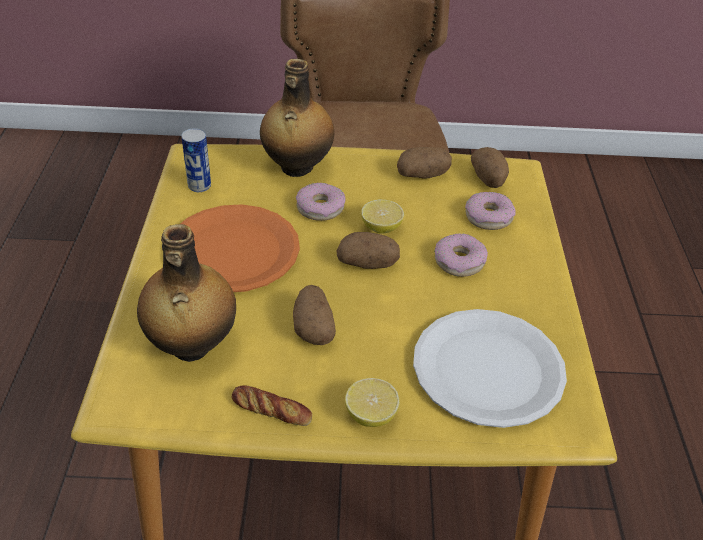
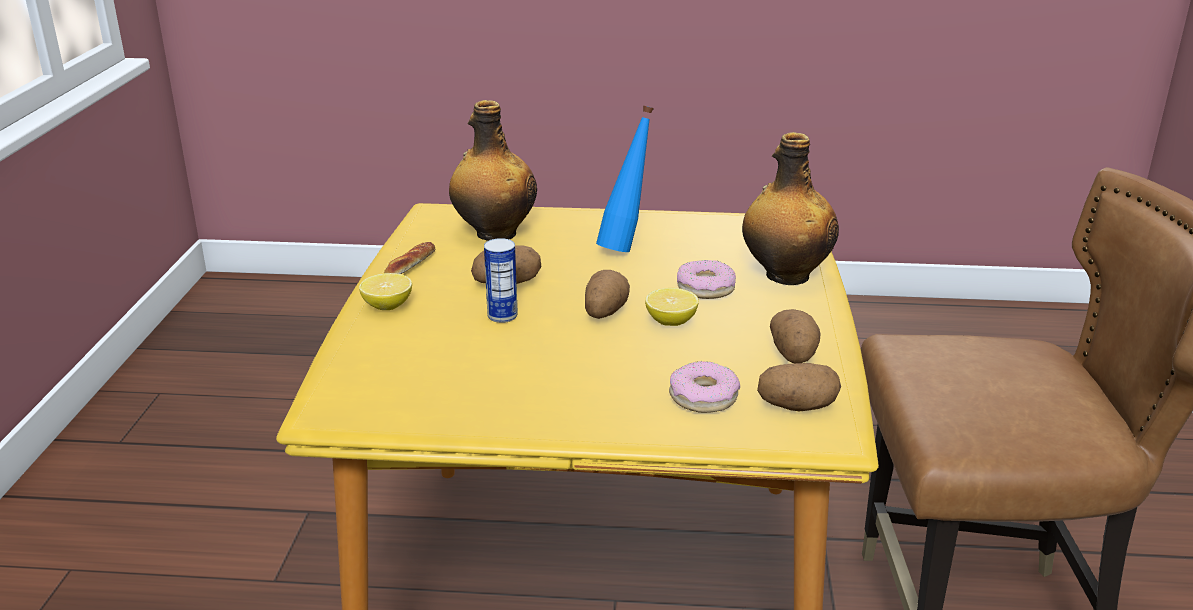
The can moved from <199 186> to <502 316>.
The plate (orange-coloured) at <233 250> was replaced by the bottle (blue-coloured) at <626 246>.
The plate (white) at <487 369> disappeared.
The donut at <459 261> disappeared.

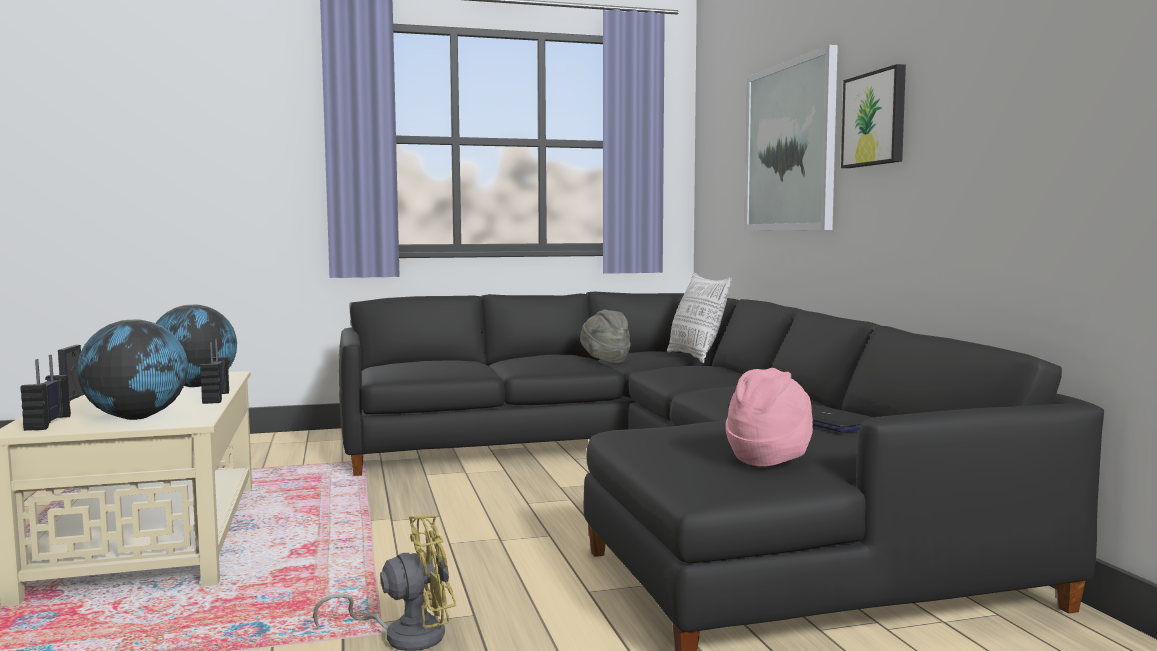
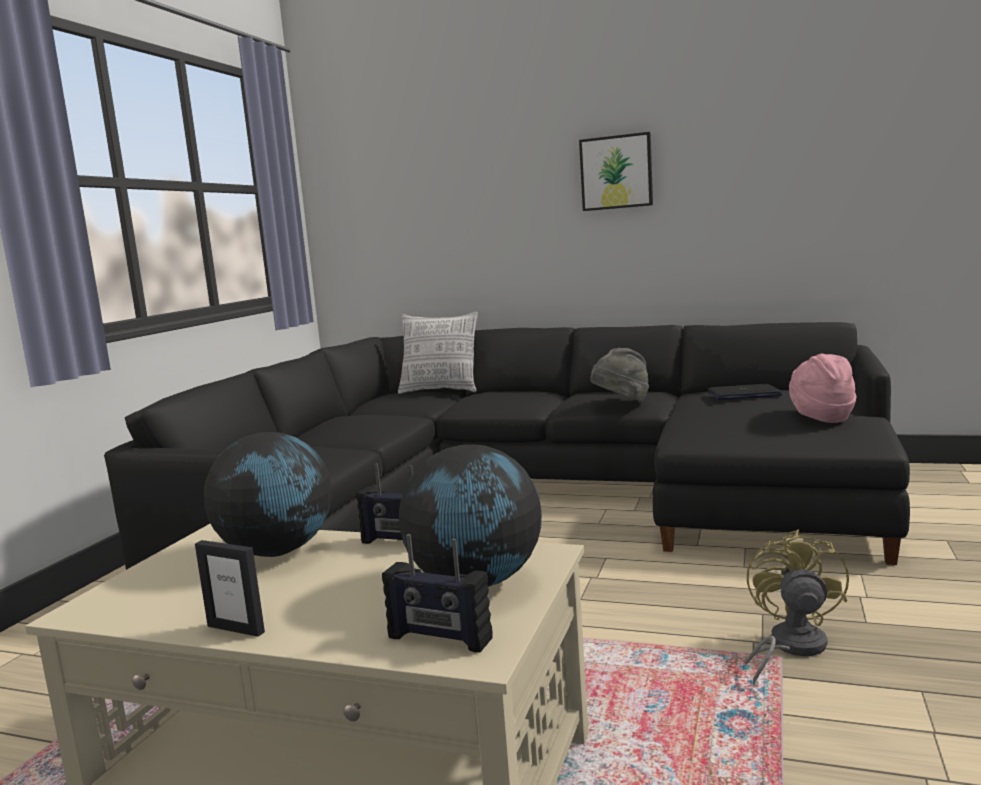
The clothing hat (gray) moved from <605 360> to <621 403>.
The wall art at <789 147> disappeared.

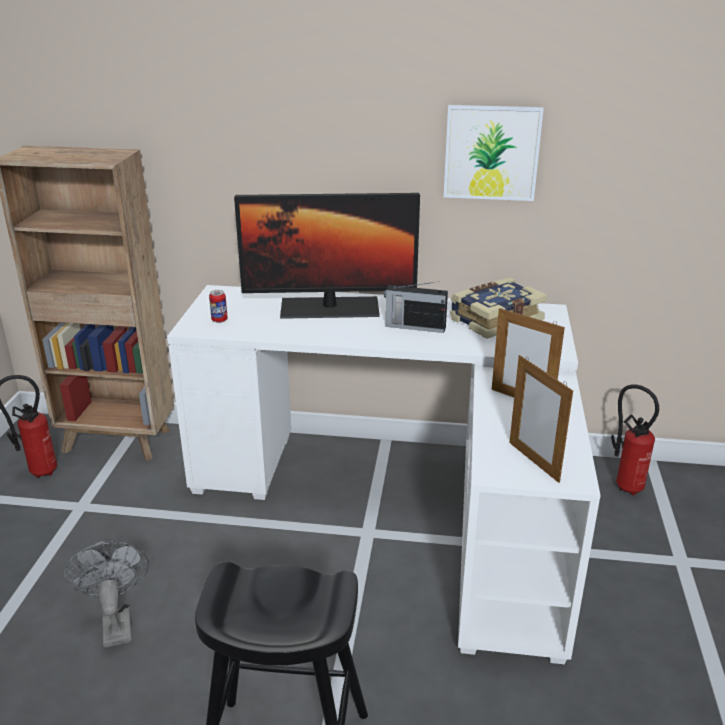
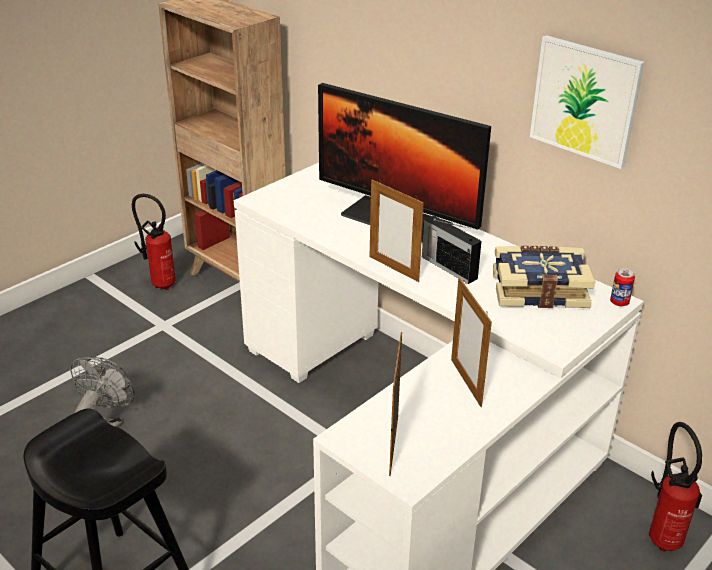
The can moved from <219 320> to <619 302>.
The standing frame at <393 269> appeared.

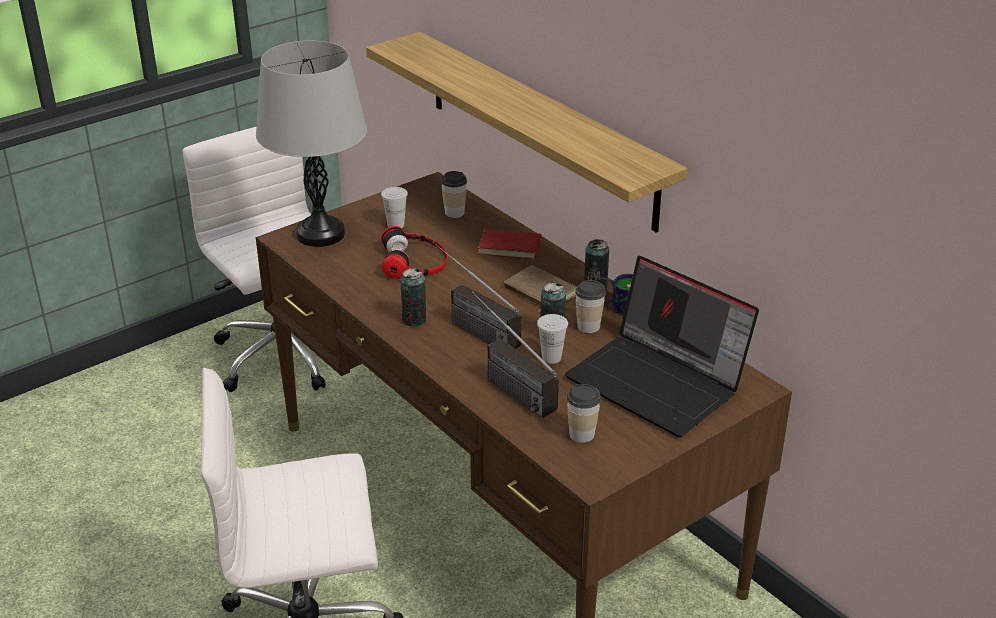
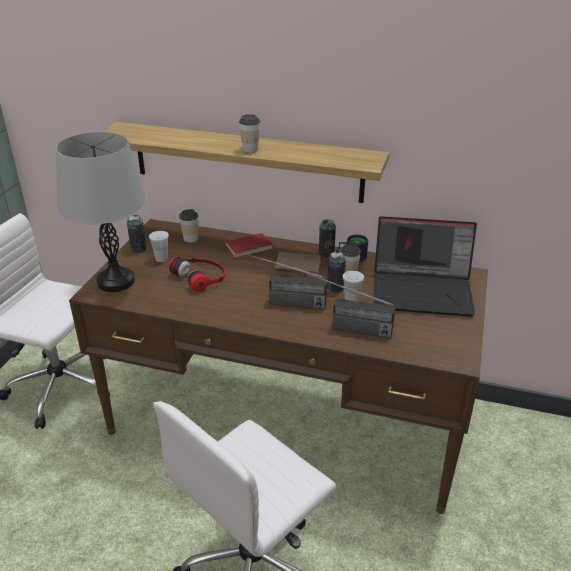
The can moved from <414 320> to <138 249>.
The small cup moved from <582 434> to <250 149>.

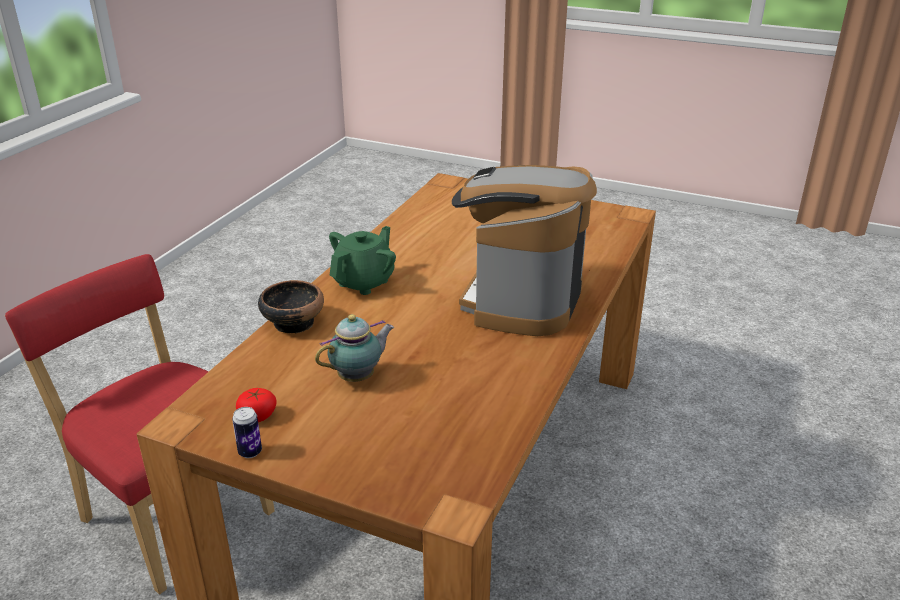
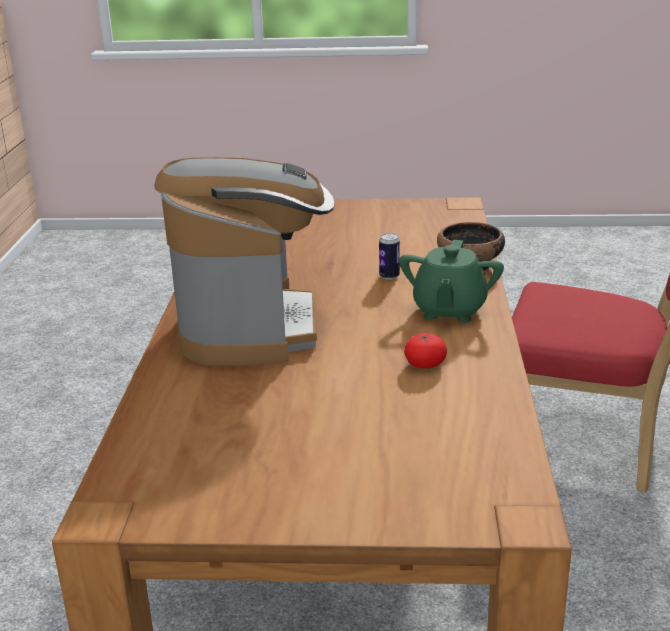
The can moved from <250 452> to <389 276>.
The whole tomato moved from <257 415> to <425 364>.
The pot for tea at <359 377> disappeared.

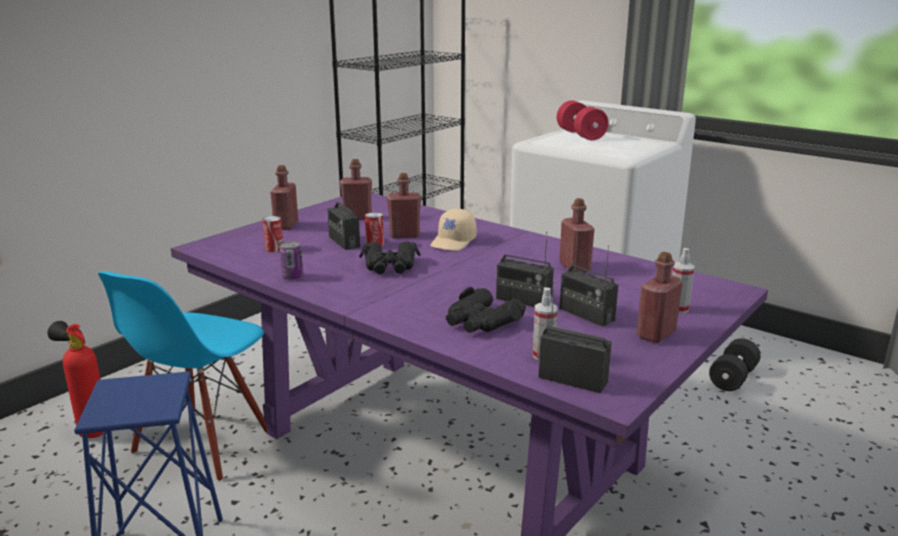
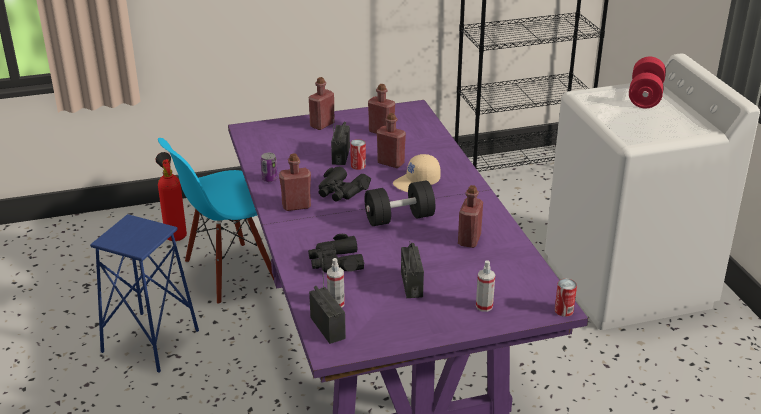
The can moved from <274 249> to <564 310>.
The radio at <523 300> disappeared.
The bottle (red) moved from <656 334> to <296 206>.
The hand weight (blackish) moved from <732 378> to <399 218>.

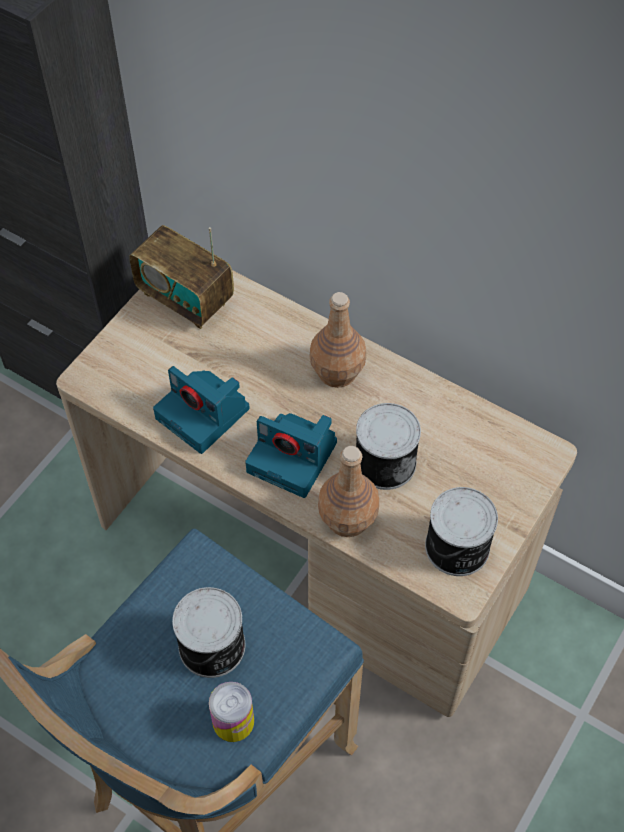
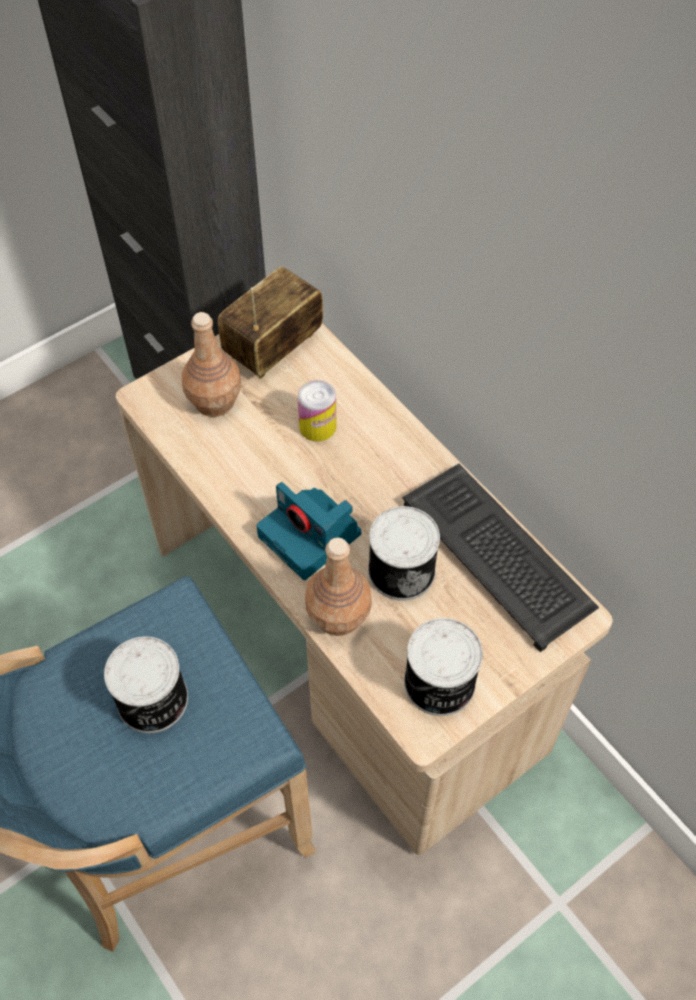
The radio at <185 298> turned 75 degrees clockwise.
The still camera at <204 414> disappeared.
The can moved from <233 721> to <317 426>.
The bottle (brownish) moved from <337 371> to <215 400>.
The keyboard at <500 556> appeared.

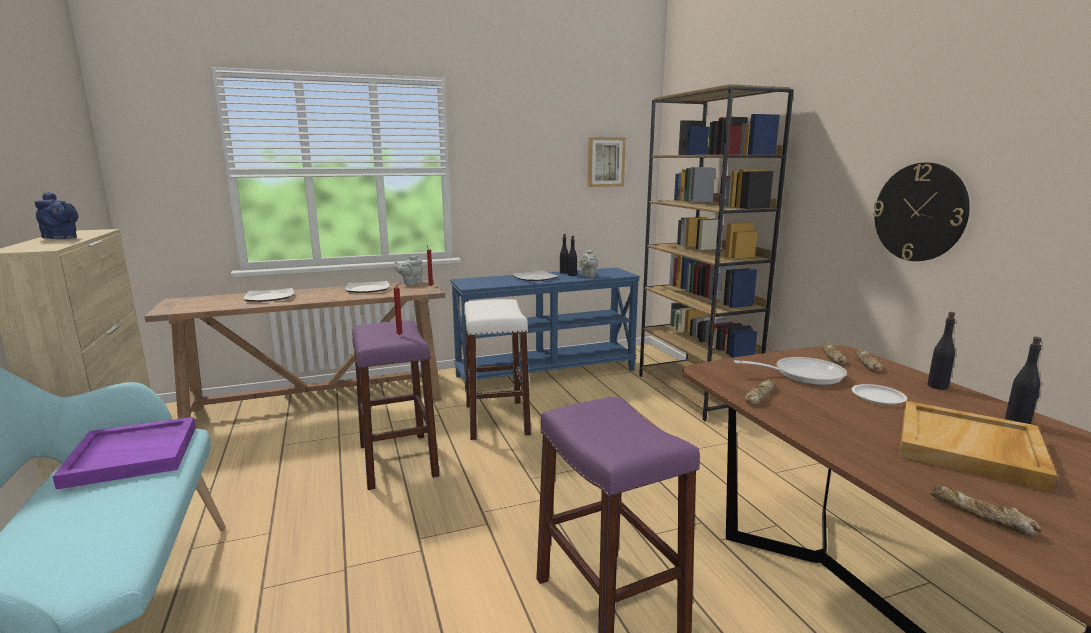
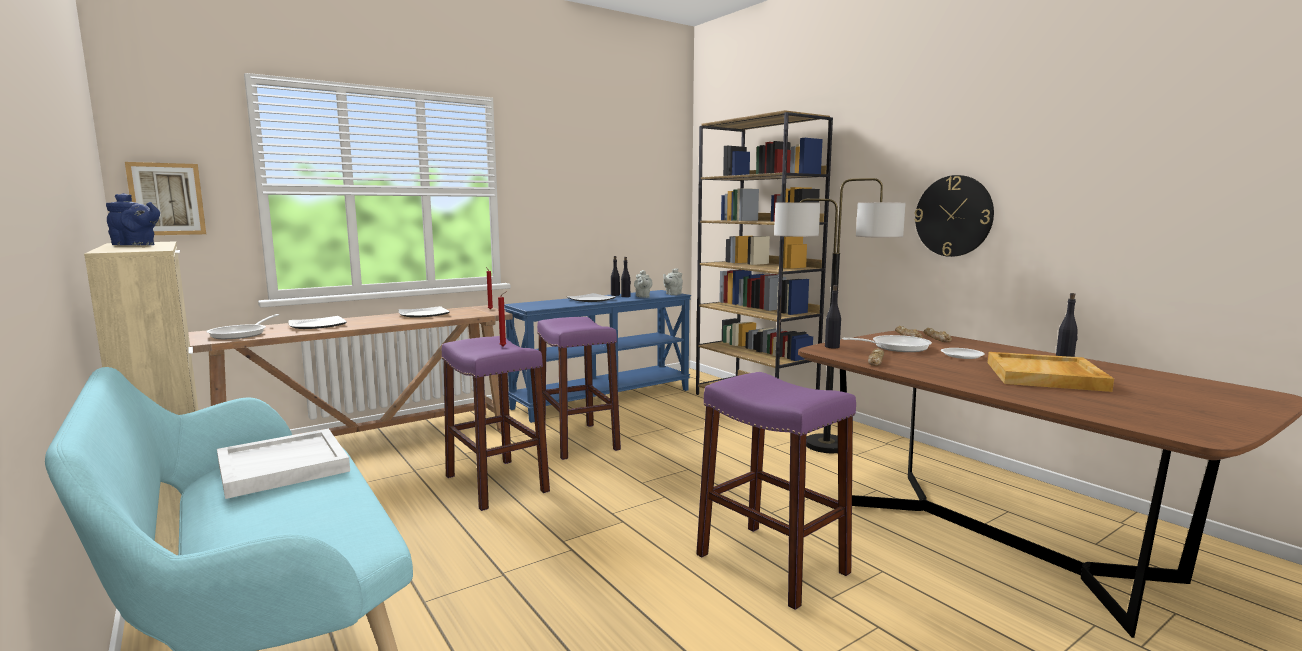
The carrying tray (purple-coloured) at <134 454> became the carrying tray (white) at <284 466>.
The pot for tea (gray) moved from <411 283> to <672 294>.
The stool seat (white) at <496 420> became the stool seat (purple-coloured) at <578 441>.
The wall art moved from <605 162> to <167 199>.
The bottle (blackish) moved from <937 386> to <832 347>.
The bread at <982 516> disappeared.
The pan at <242 334> appeared.
The floor lamp at <826 445> appeared.

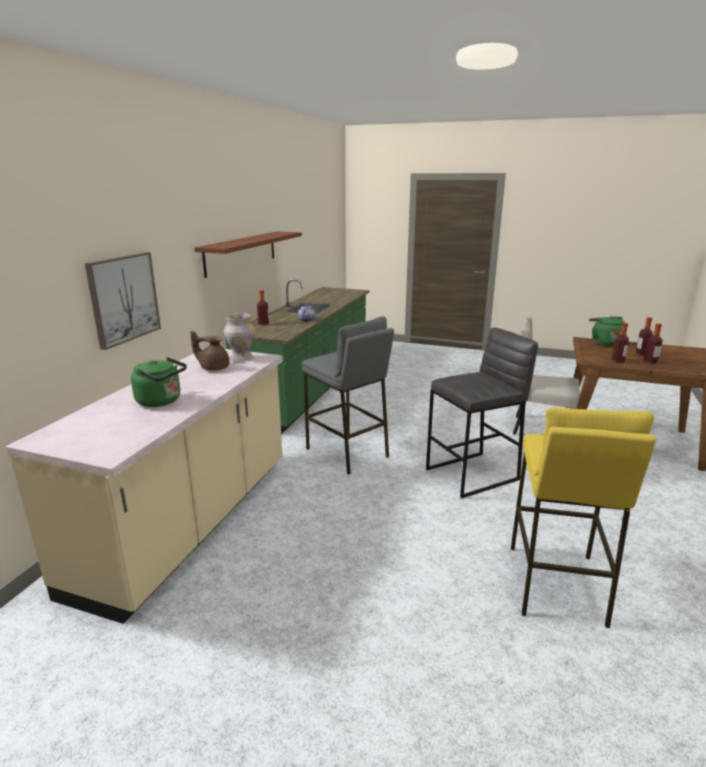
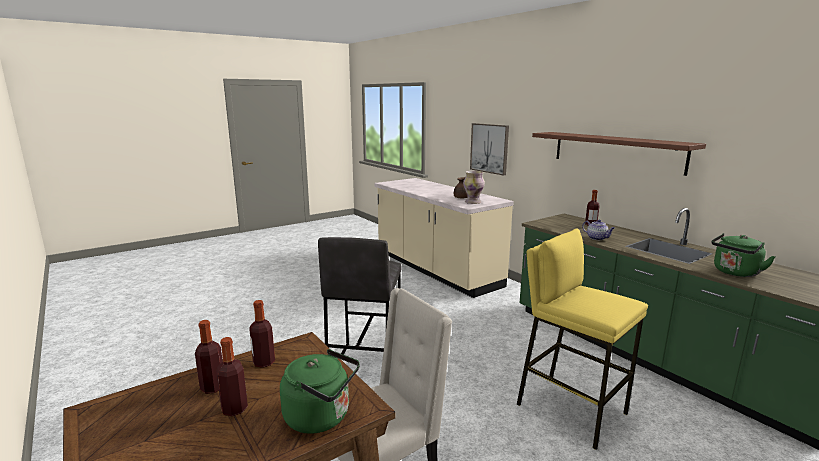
The water kettle (green-coloured) moved from <161 401> to <735 273>.
The stool seat (gray) at <347 453> disappeared.
The stool seat (yellowish) moved from <556 584> to <570 409>.

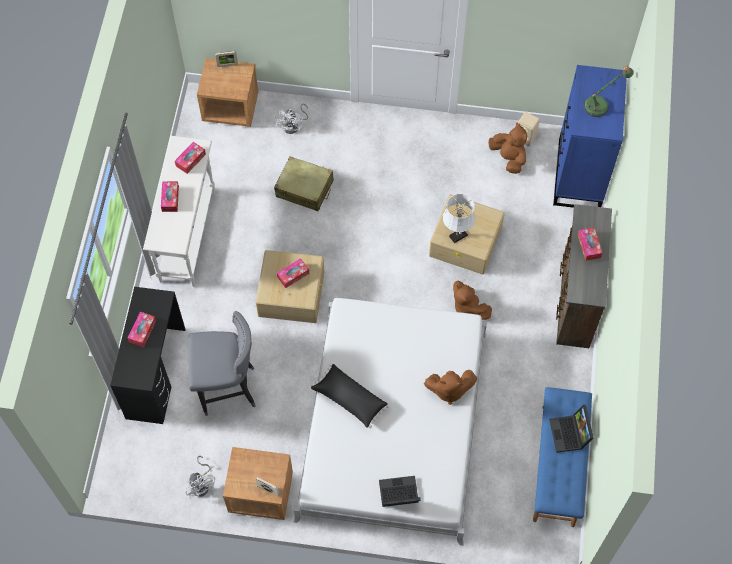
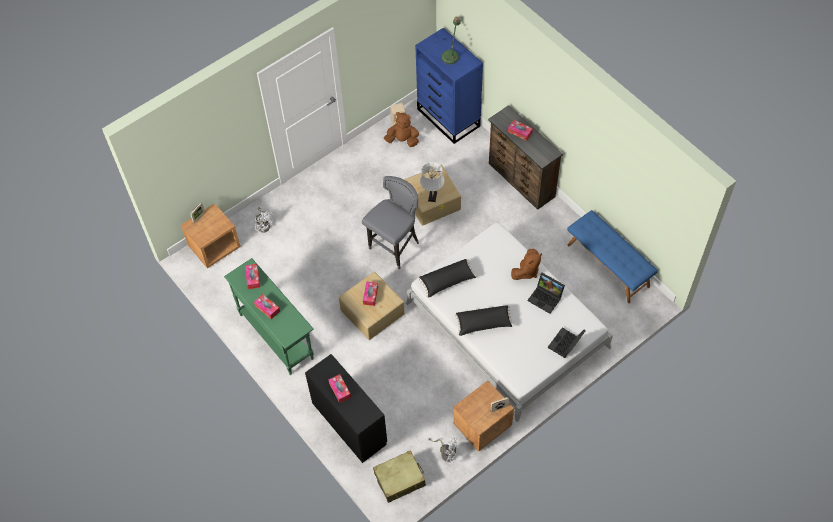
The console table (white) at <188 236> became the console table (green-coloured) at <276 336>.
The stool seat (gray) moved from <227 389> to <394 248>.
The piece of luggage (beige-coloured) moved from <304 189> to <400 479>.
The cuddly toy (brownish) at <467 307> disappeared.
The laptop moved from <570 434> to <546 298>.
The cushion (blackish) at <447 281> appeared.

